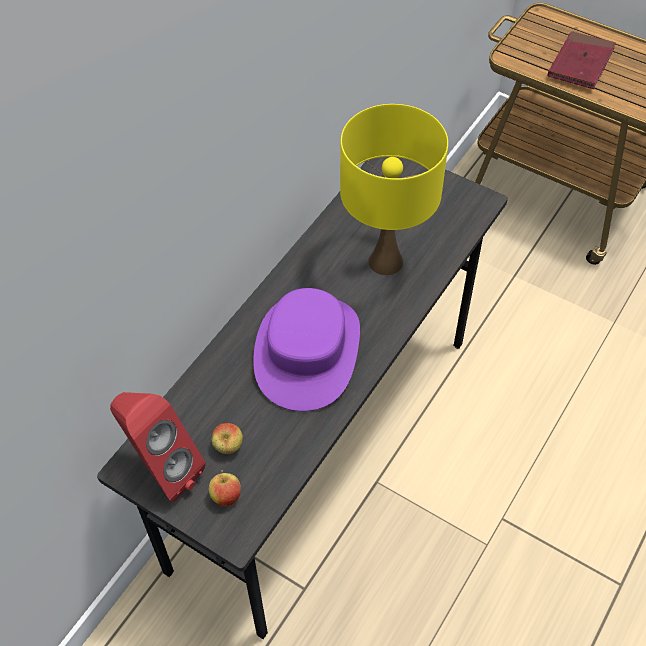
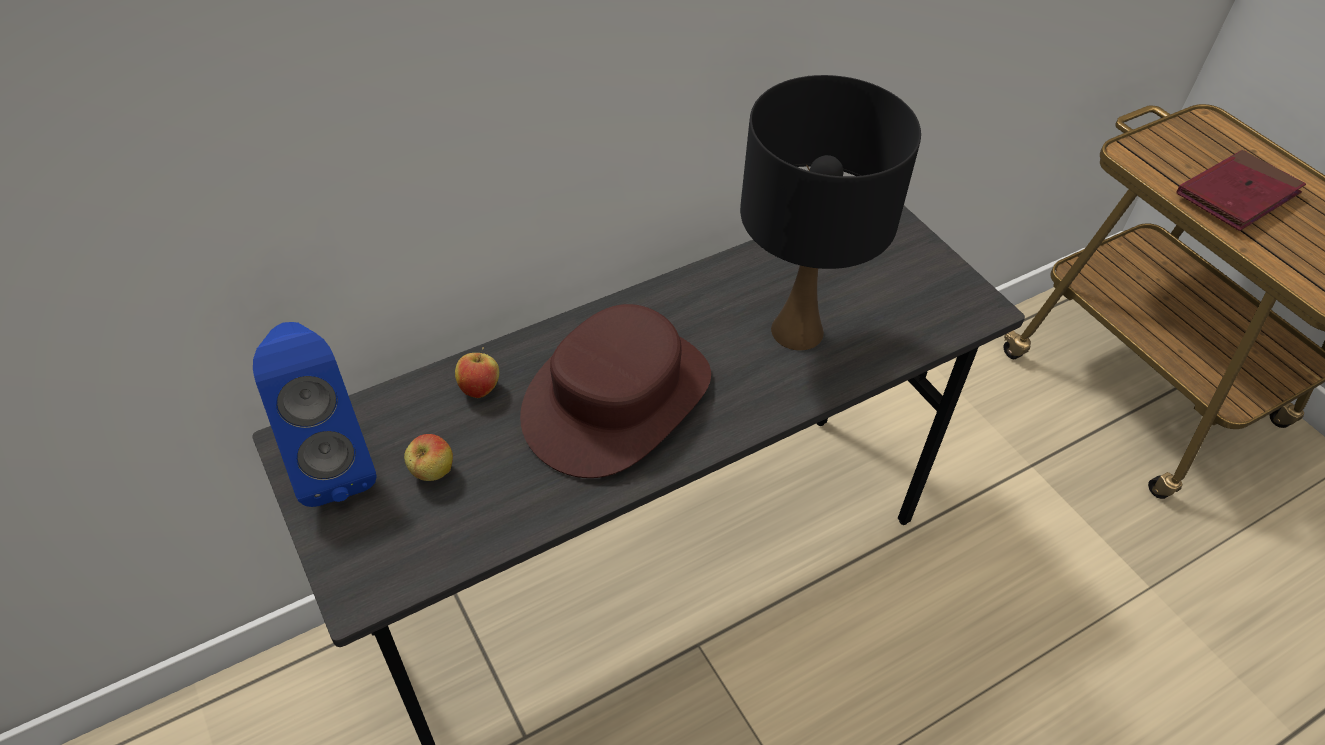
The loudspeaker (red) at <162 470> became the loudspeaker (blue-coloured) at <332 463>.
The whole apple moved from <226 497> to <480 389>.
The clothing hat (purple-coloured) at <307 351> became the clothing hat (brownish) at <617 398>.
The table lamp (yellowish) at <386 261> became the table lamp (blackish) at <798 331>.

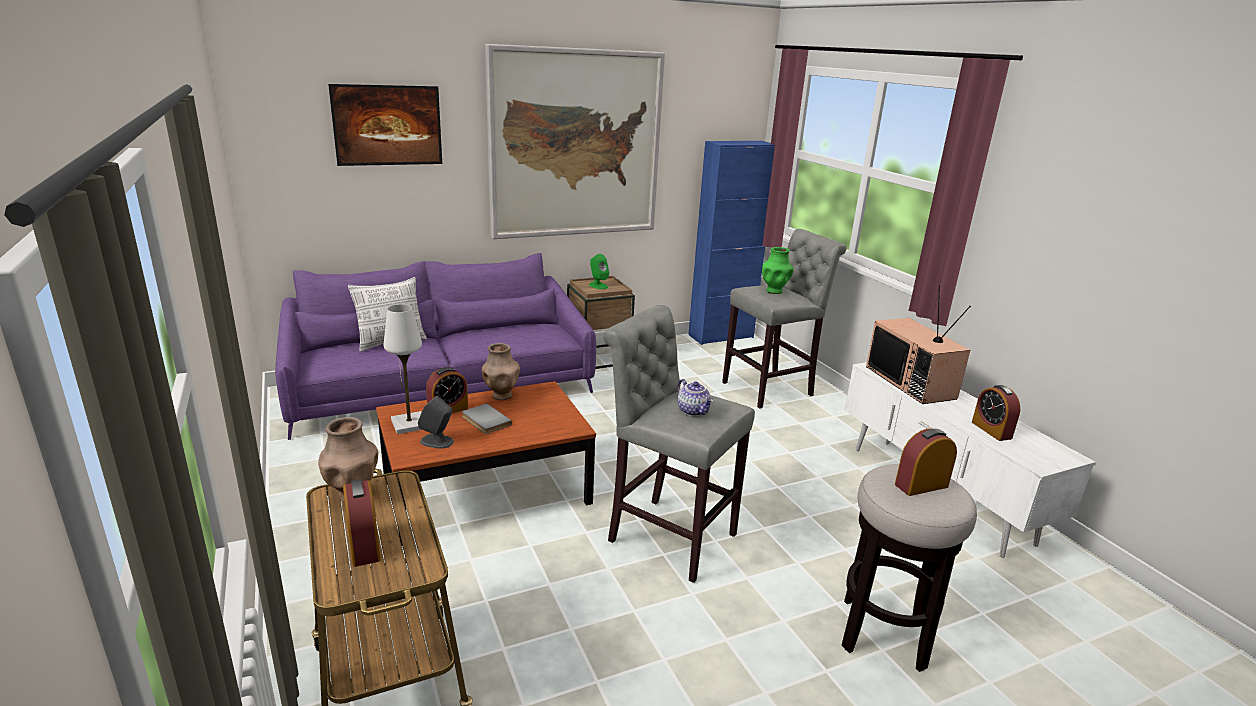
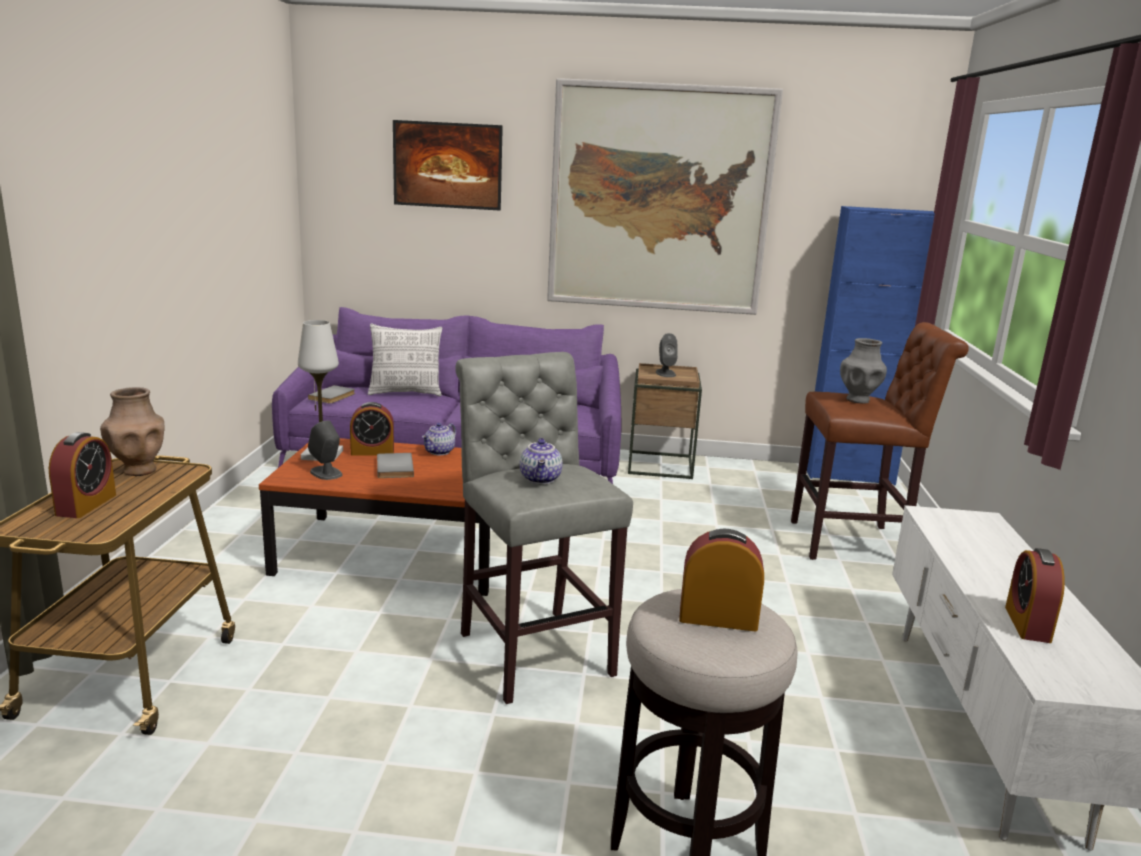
The decorative vase (brownish) at <501 396> was replaced by the pot for tea at <439 452>.
The loudspeaker (green-coloured) at <598 285> became the loudspeaker (gray) at <665 373>.
The stool seat (gray) at <771 389> became the stool seat (brownish) at <855 543>.
The decorative vase (green-coloured) at <774 291> became the decorative vase (gray) at <858 400>.
The TV at <912 383> disappeared.
The volume (gray) at <333 396> appeared.

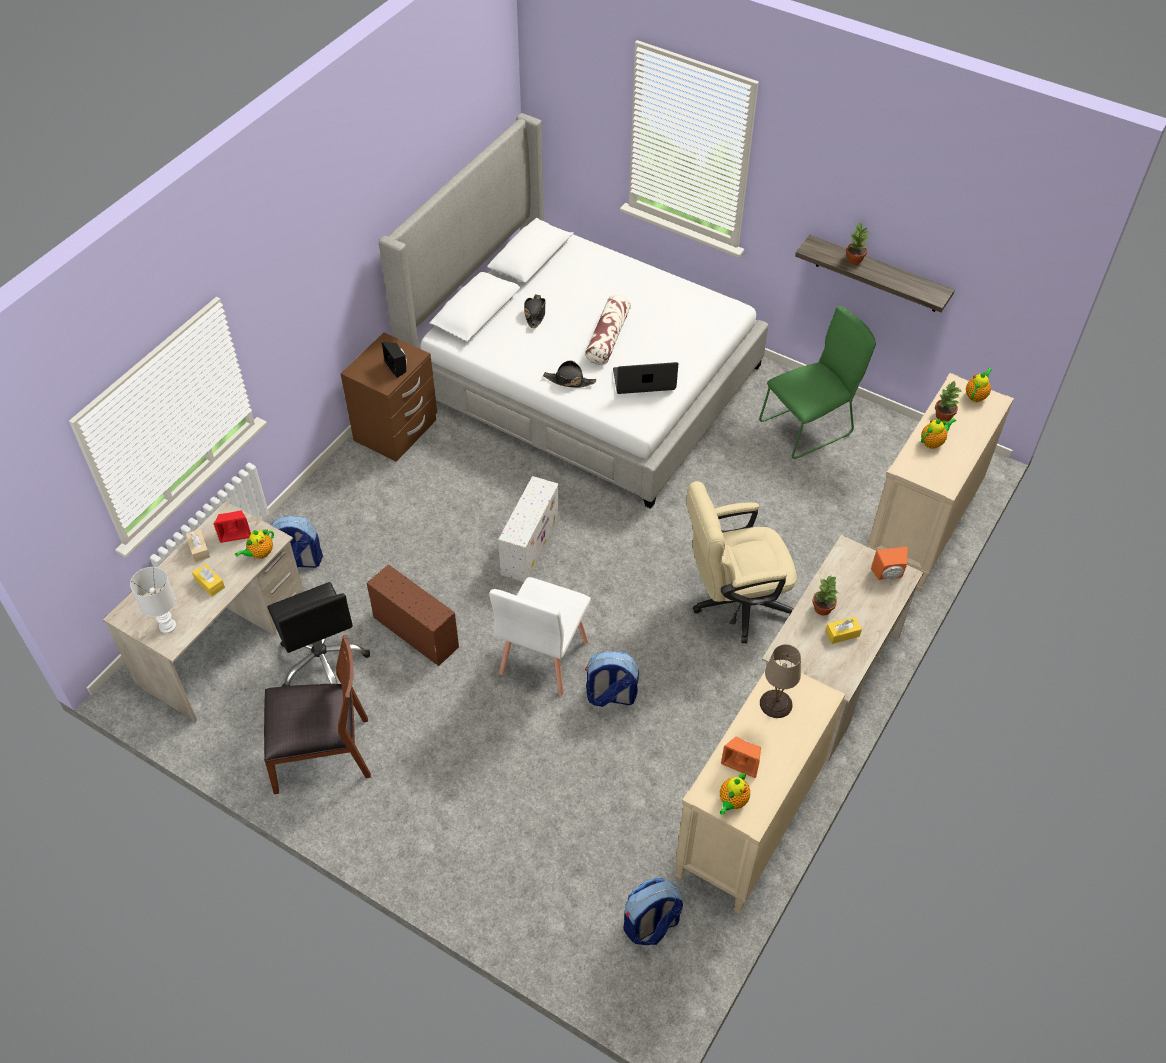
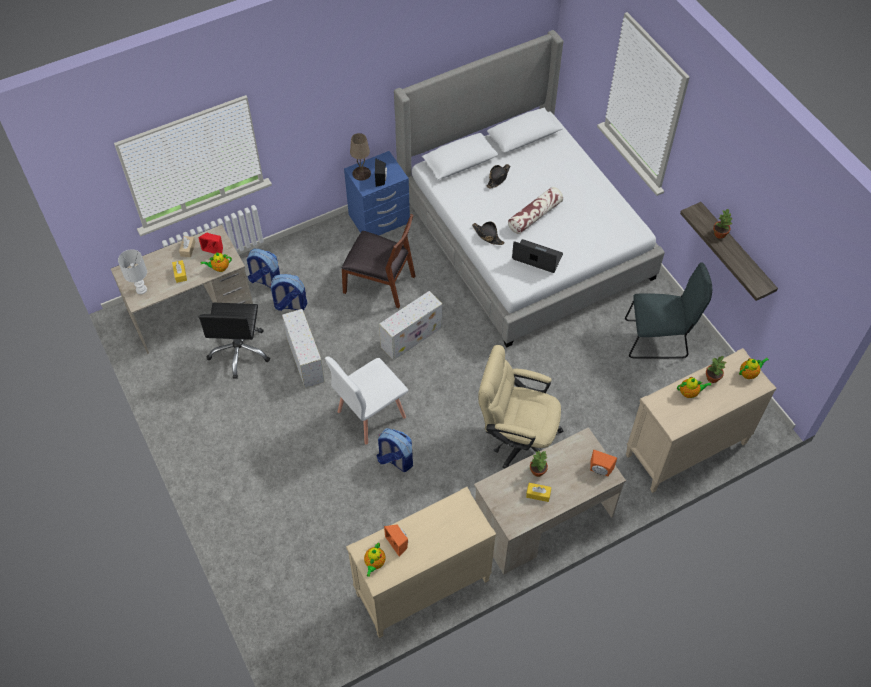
The plain chair (brownish) moved from <322 752> to <380 283>.
The night table (brownish) at <396 431> became the night table (blue-coloured) at <379 219>.
The storage bin (brownish) at <414 631> became the storage bin (white) at <305 359>.
The rucksack moved from <651 925> to <290 305>.
The pot for tea at <732 801> turned 45 degrees counterclockwise.
The plain chair (green-coloured) at <809 426> became the plain chair (gray) at <659 339>.
The table lamp (beige-coloured) moved from <776 704> to <361 173>.

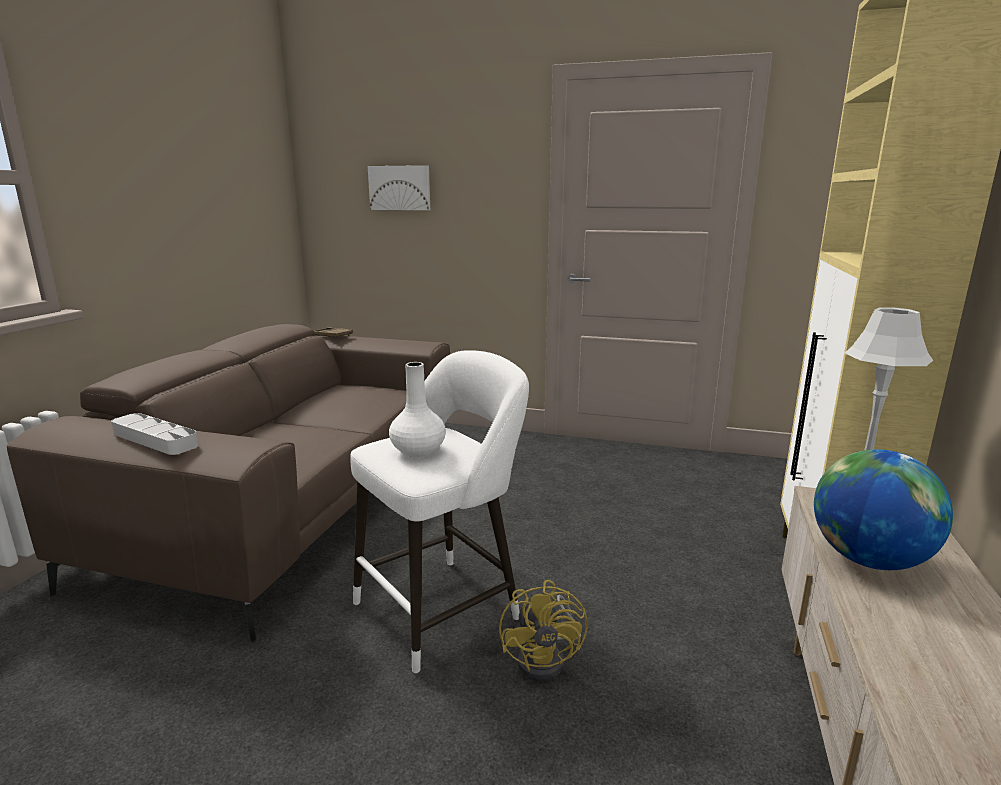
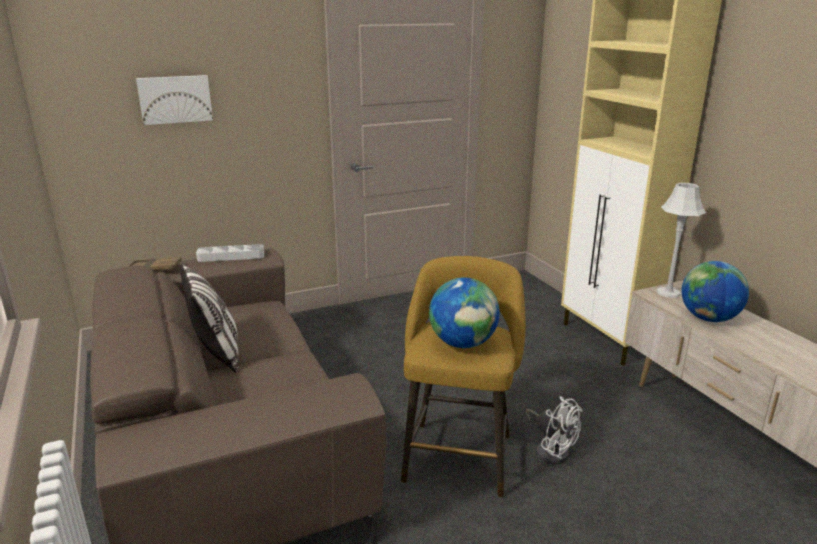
The carrying tray (gray) moved from <155 439> to <231 256>.
The stool seat (white) at <444 607> became the stool seat (yellowish) at <459 454>.
The decorative vase (white) at <418 451> was replaced by the desk globe at <463 343>.
The electric fan (yellowish) at <547 659> became the electric fan (white) at <551 450>.
The cushion at <217 353> appeared.

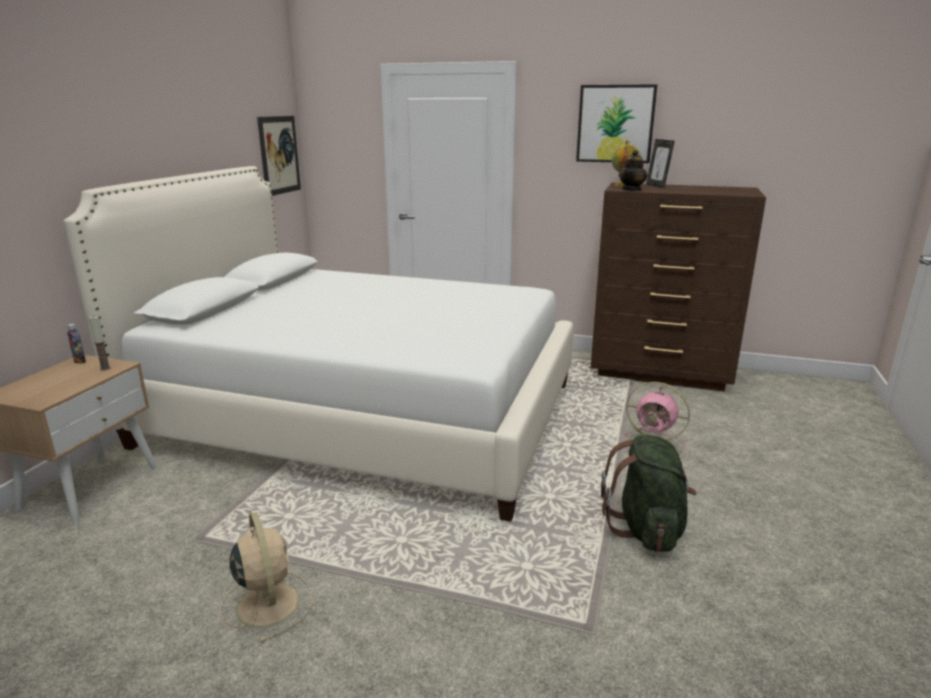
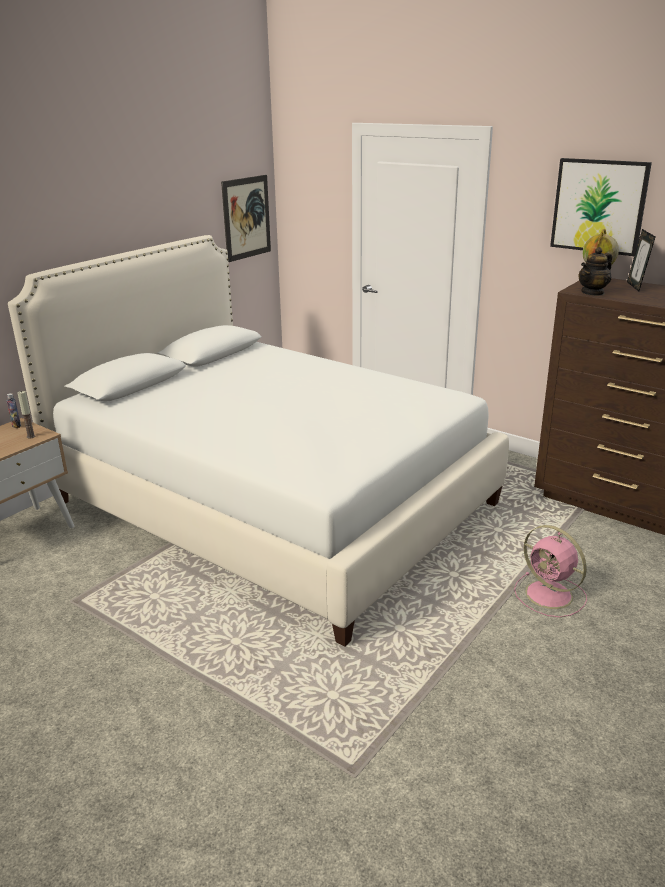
The electric fan (beige-coloured) at <267 603> disappeared.
The rucksack (green-coloured) at <646 529> disappeared.

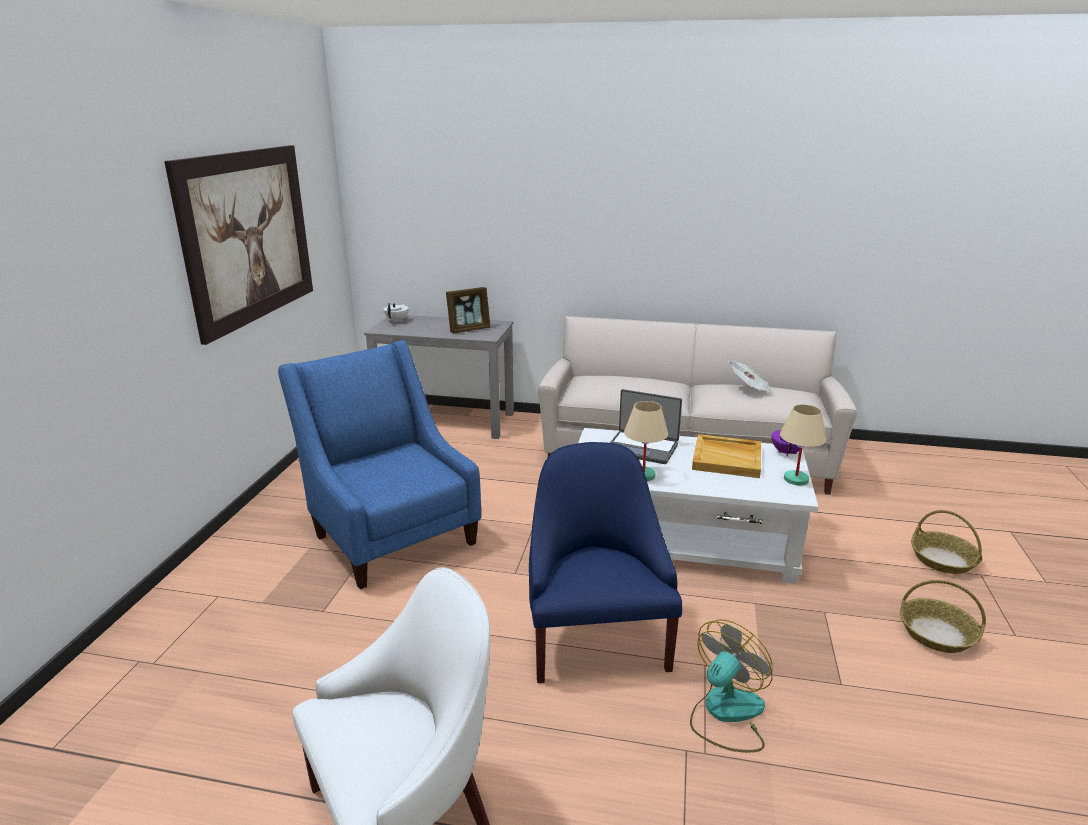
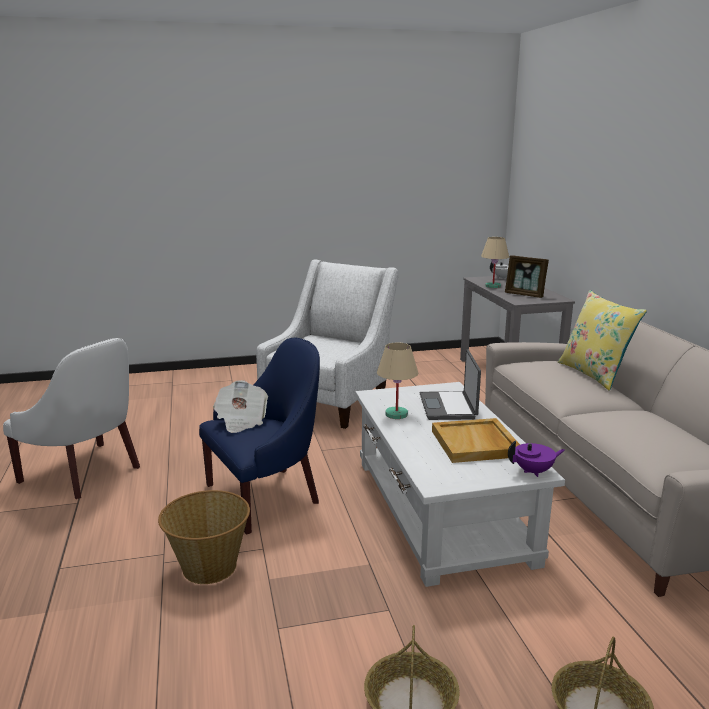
The wall art at <248 236> disappeared.
The lounge chair (blue-coloured) at <390 534> became the lounge chair (white) at <330 401>.
The electric fan at <726 714> was replaced by the basket at <209 566>.
The daily paper moved from <750 389> to <241 420>.
The table lamp (beige-coloured) moved from <796 479> to <492 286>.
The cushion (yellowish) at <594 374> appeared.

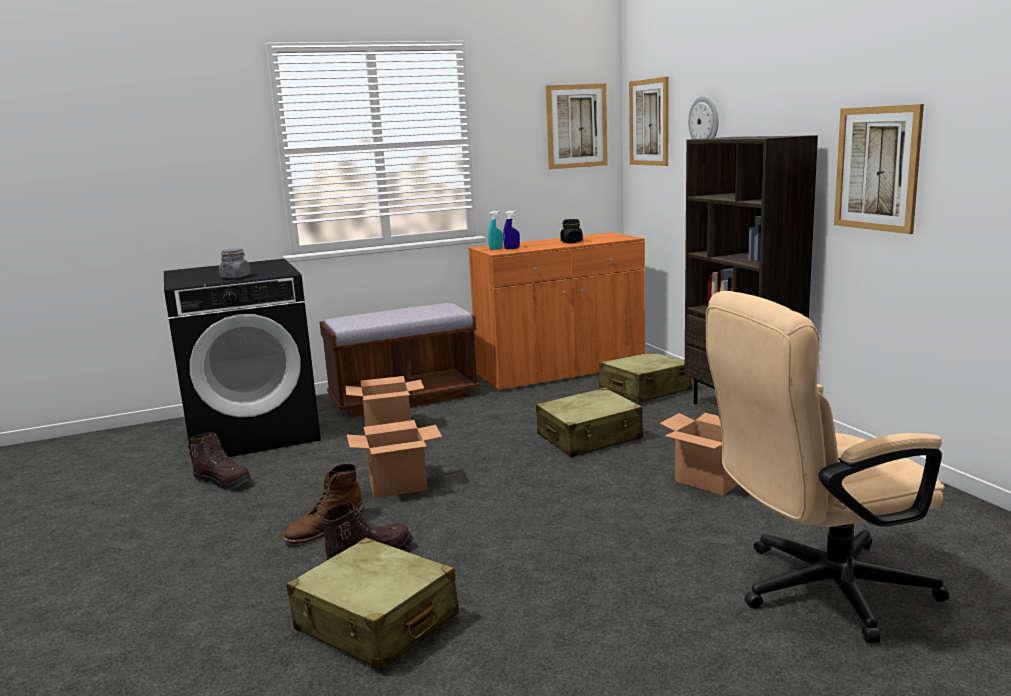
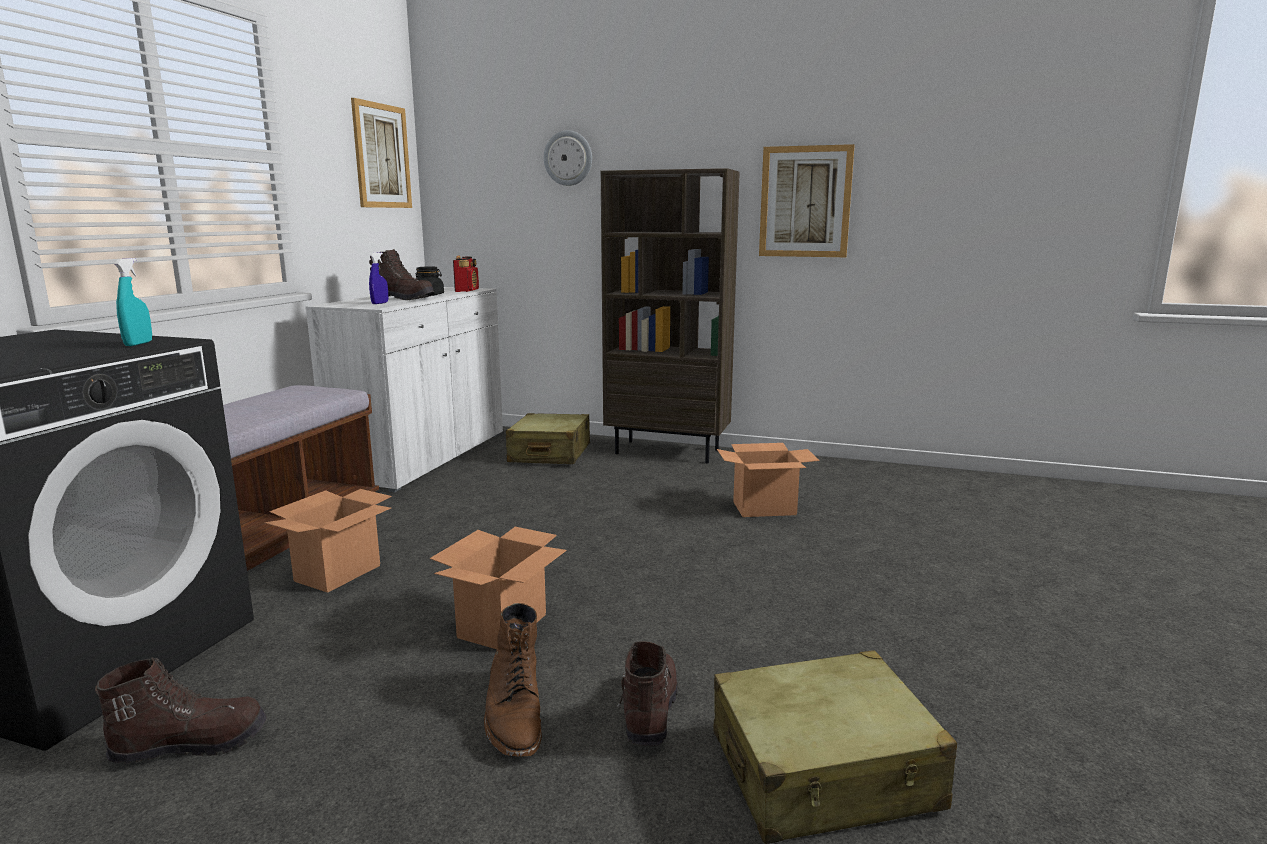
The storage jar (gray) at <235 277> disappeared.
The storage cabinet (orange-coloured) at <561 371> became the storage cabinet (white) at <423 456>.
The sprayer (turquoise-coloured) moved from <496 249> to <138 344>.
The piece of luggage (beige-coloured) at <589 437> disappeared.
The wall art at <649 122> disappeared.
The office chair (beige-coloured) at <816 590> disappeared.
The boot (brownish) at <404 298> appeared.
The radio at <467 291> appeared.

